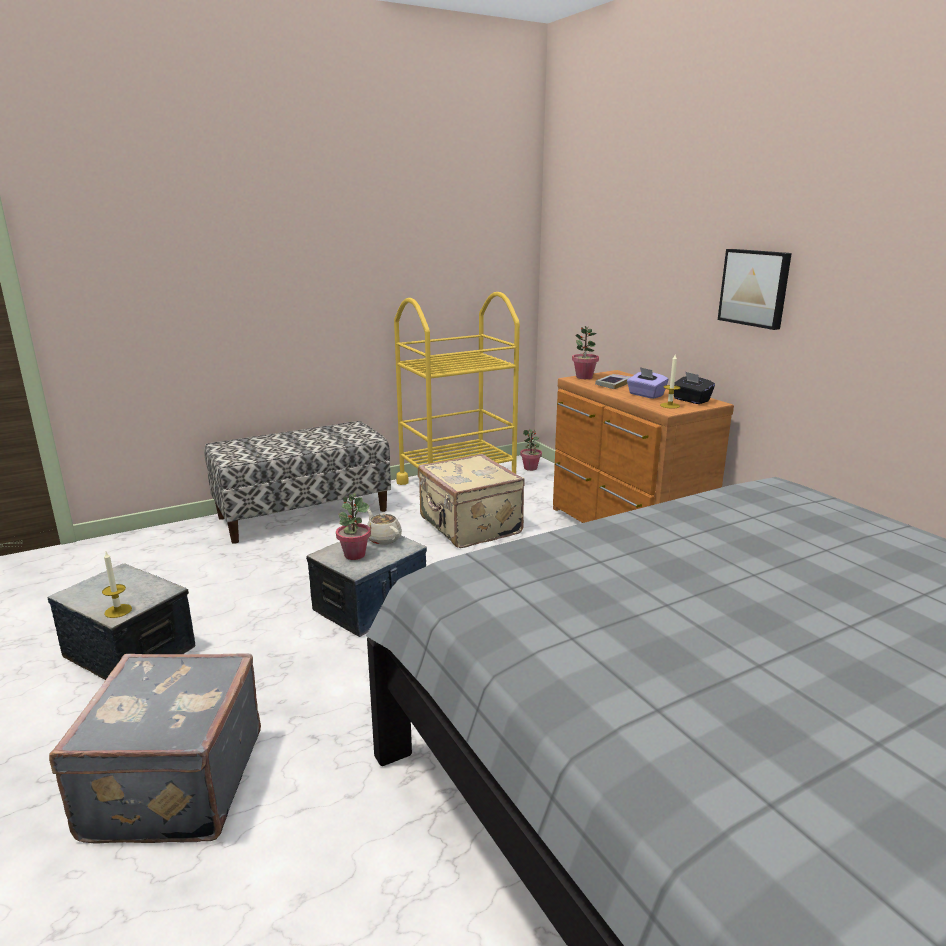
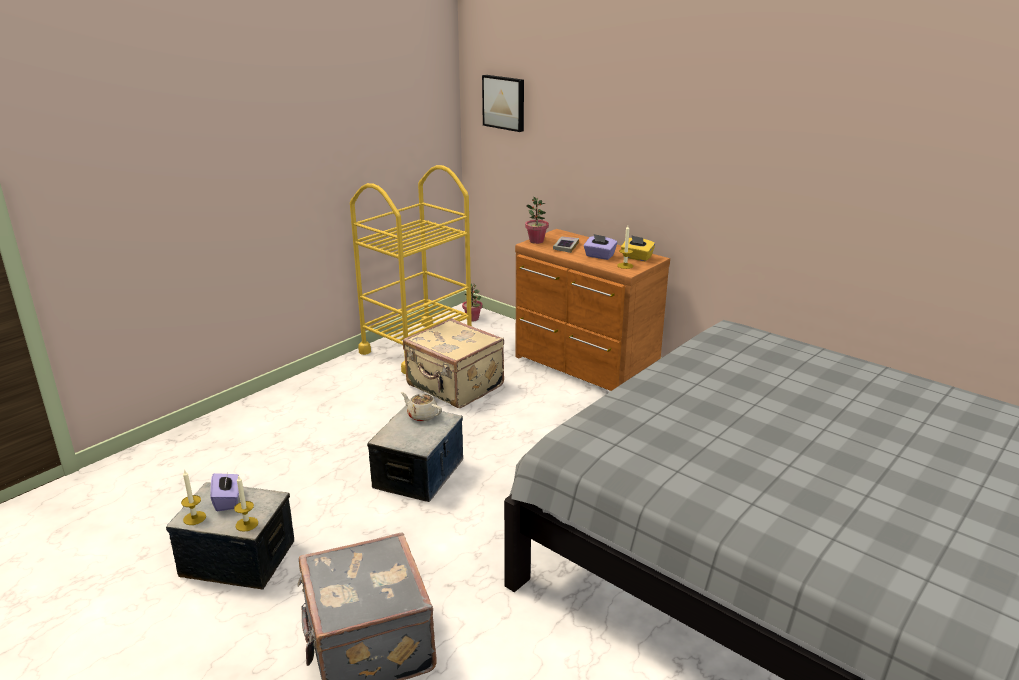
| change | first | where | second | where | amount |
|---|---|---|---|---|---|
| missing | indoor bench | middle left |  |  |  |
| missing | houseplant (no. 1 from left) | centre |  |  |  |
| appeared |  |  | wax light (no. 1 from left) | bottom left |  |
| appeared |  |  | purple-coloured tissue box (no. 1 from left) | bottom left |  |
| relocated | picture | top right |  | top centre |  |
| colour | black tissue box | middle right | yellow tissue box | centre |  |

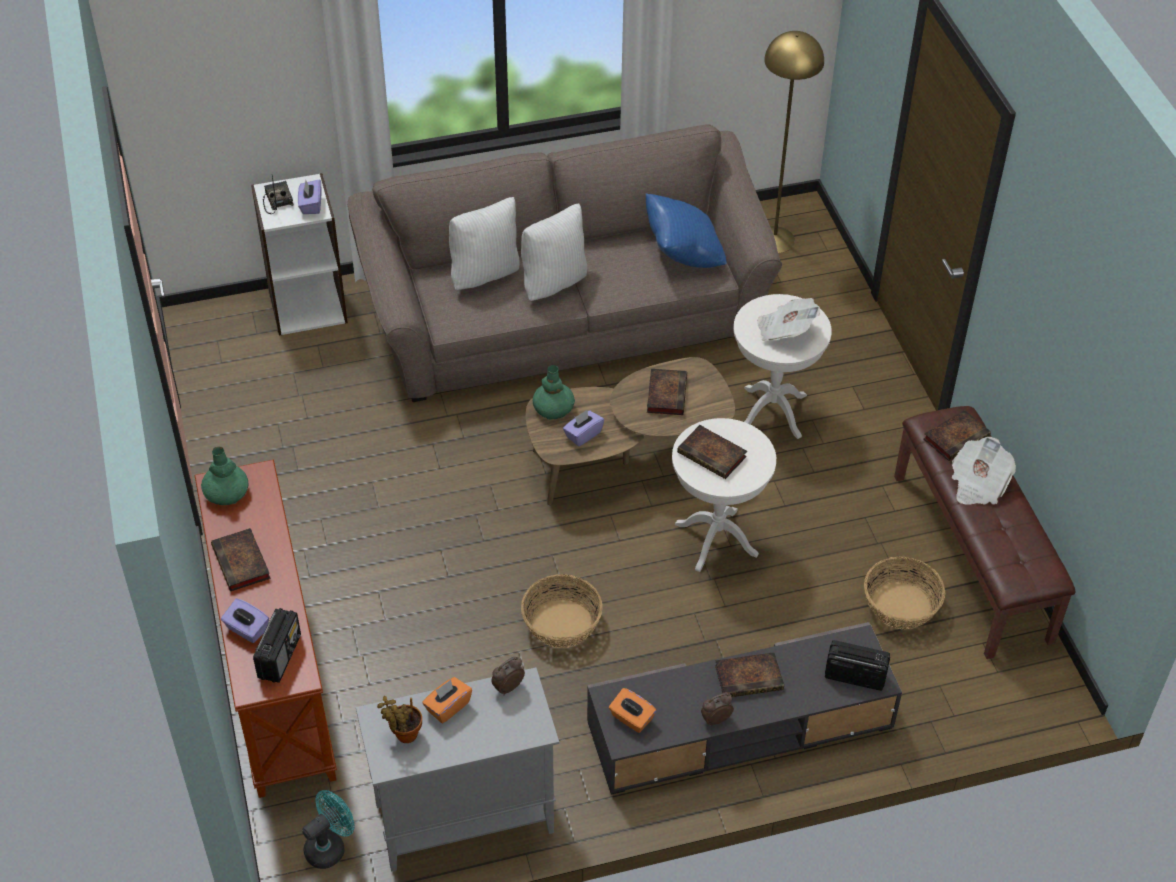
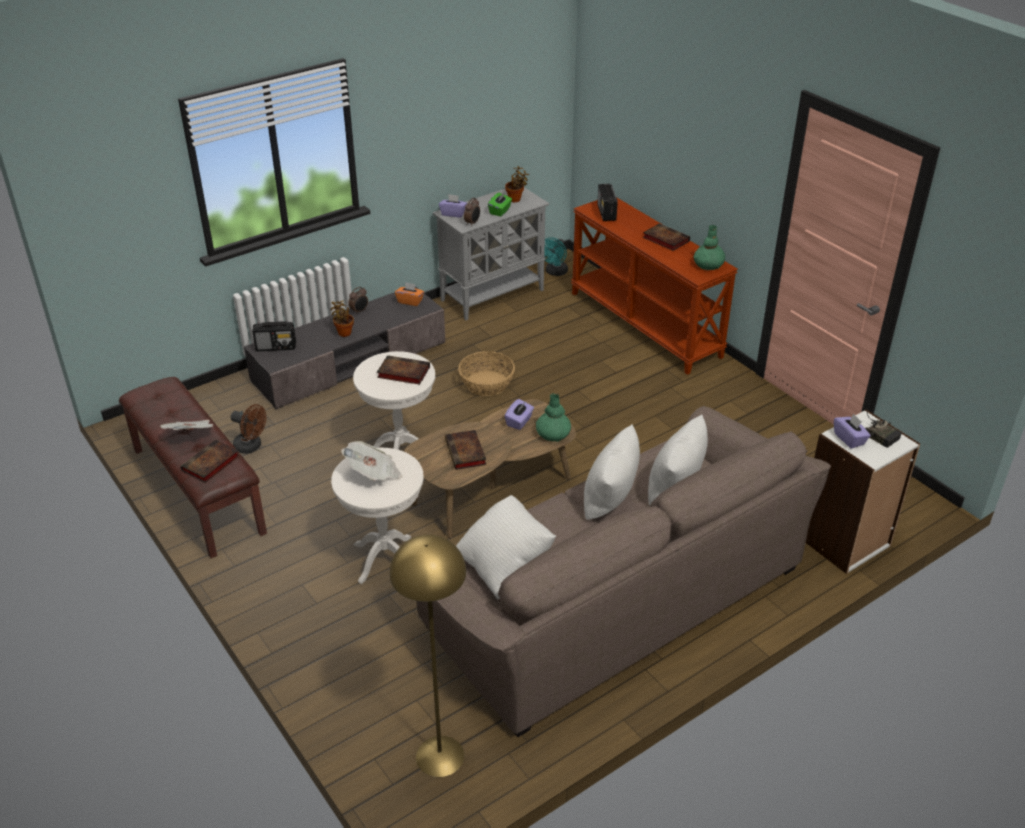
| change | first | where | second | where | amount |
|---|---|---|---|---|---|
| relocated | purple-coloured tissue box (no. 1 from left) | bottom left |  | top centre |  |
| exchanged | volume (no. 4 from left) | bottom centre | houseplant (no. 1 from left) | centre |  |
| exchanged | household basket (no. 2 from left) | bottom right | brown fan | middle left |  |
| colour | orange tissue box (no. 1 from left) | bottom centre | green-coloured tissue box | top centre |  |
| colour | blue pillow | top centre | whitish pillow (no. 1 from left) | centre |  |

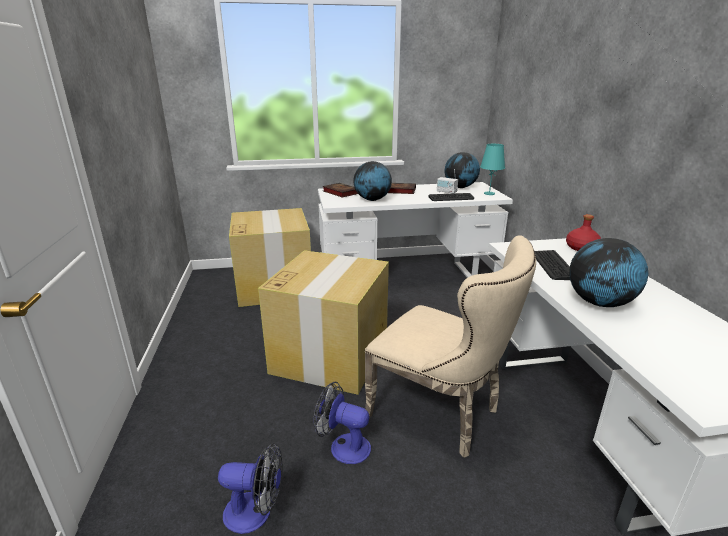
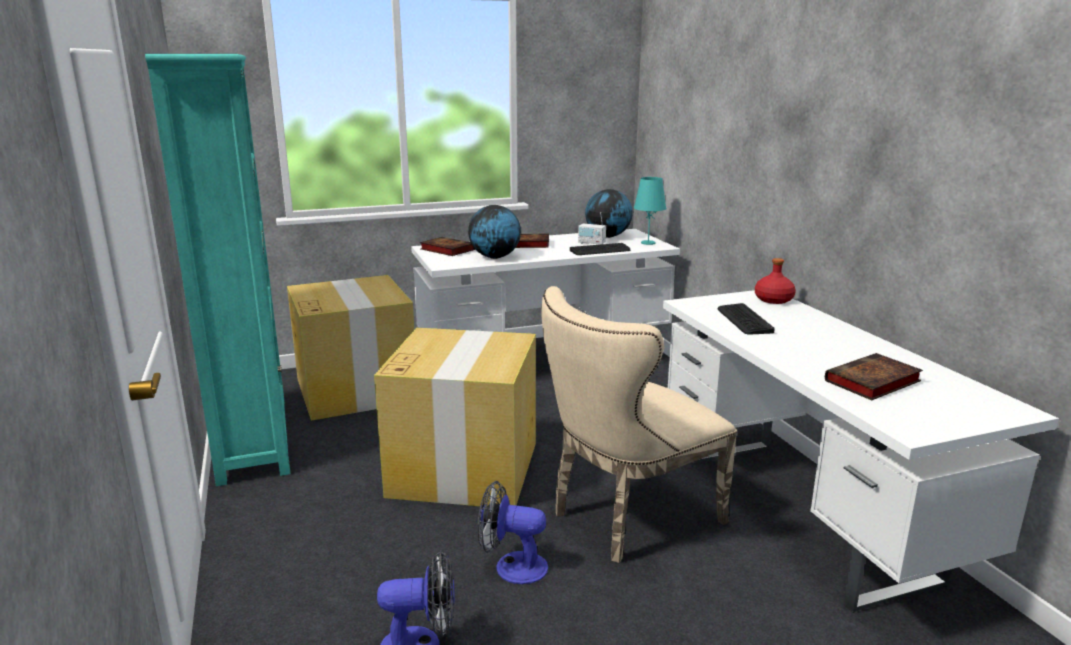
| change | first | where | second | where | amount |
|---|---|---|---|---|---|
| missing | desk globe (no. 3 from left) | middle right |  |  |  |
| appeared |  |  | blue-green bookcase | middle left |  |
| appeared |  |  | volume (no. 3 from left) | middle right |  |
| spun | beige-coloured plain chair | centre |  | centre | 120 degrees clockwise |

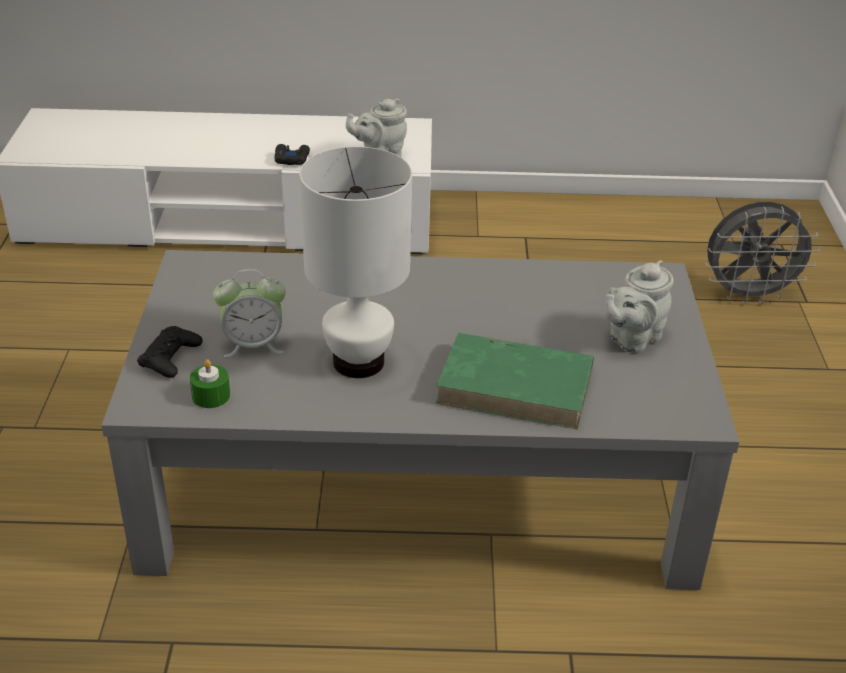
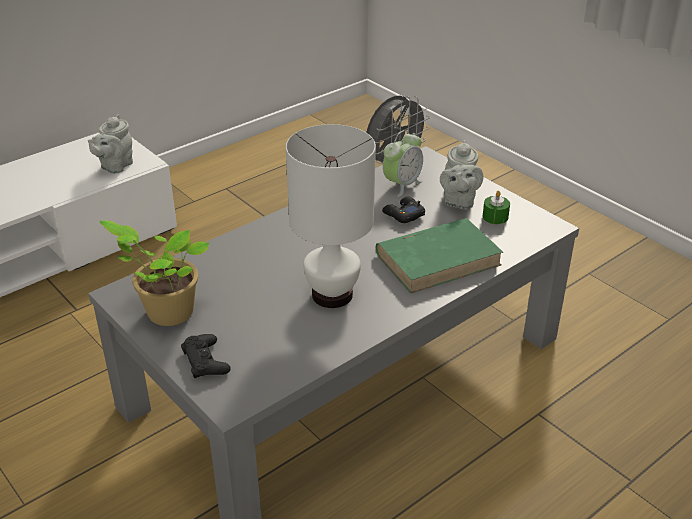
| change | first | where | second | where | amount |
|---|---|---|---|---|---|
| appeared |  |  | houseplant | middle left |  |
| relocated | green-coloured wax light | middle left |  | middle right |  |
| relocated | table clock | middle left |  | top centre |  |
| relocated | black gamepad (no. 2 from left) | top centre |  | centre |  |

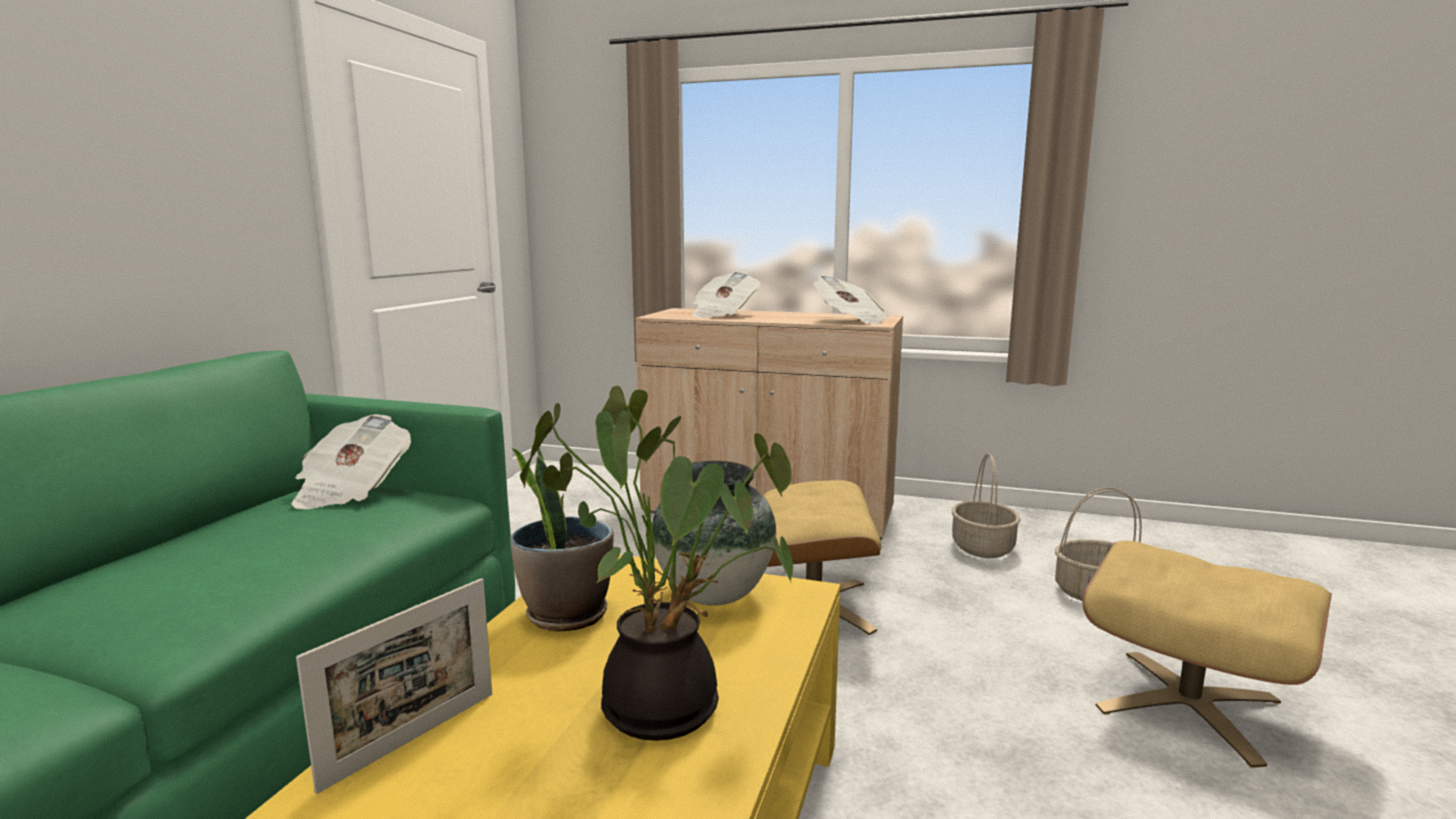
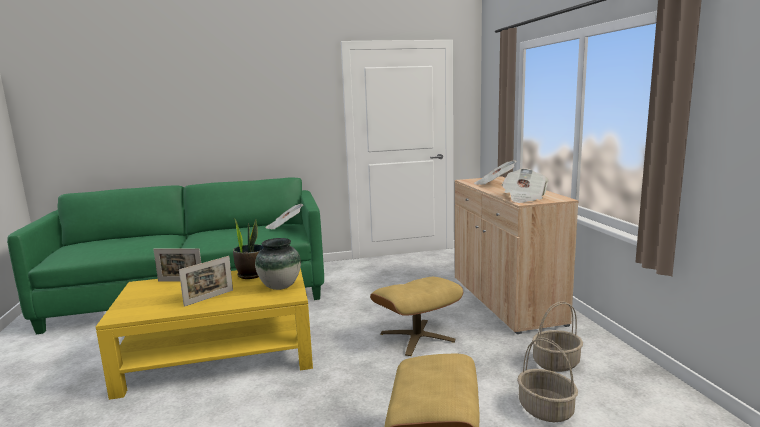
| change | first | where | second | where | amount |
|---|---|---|---|---|---|
| exchanged | houseplant (no. 2 from left) | bottom centre | picture frame (no. 2 from left) | middle left |  |

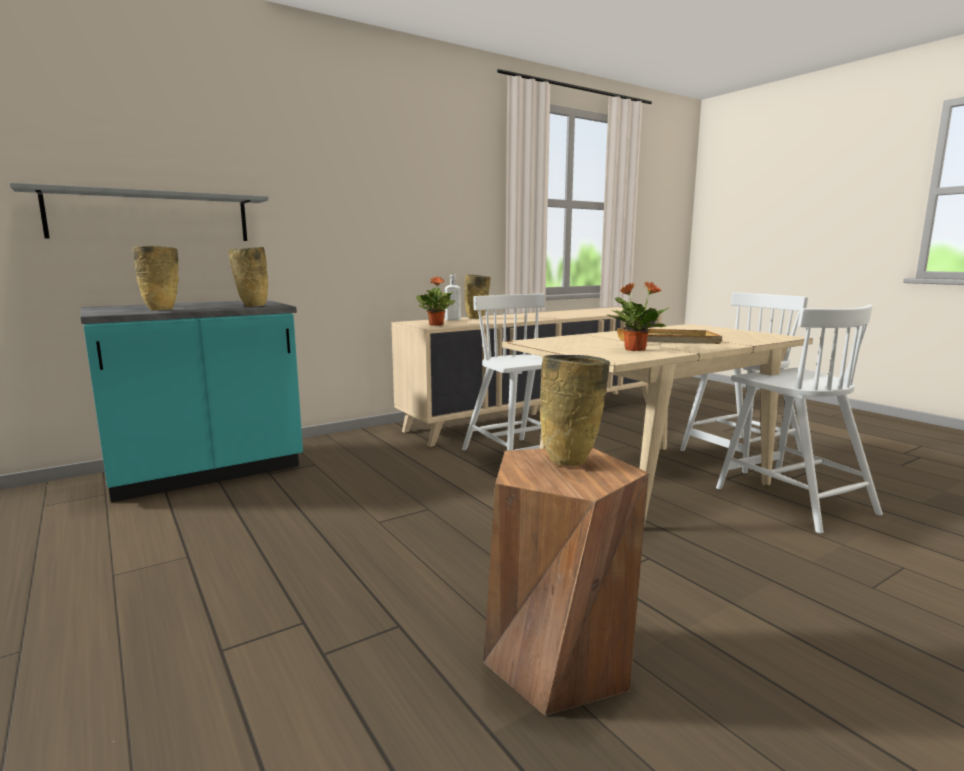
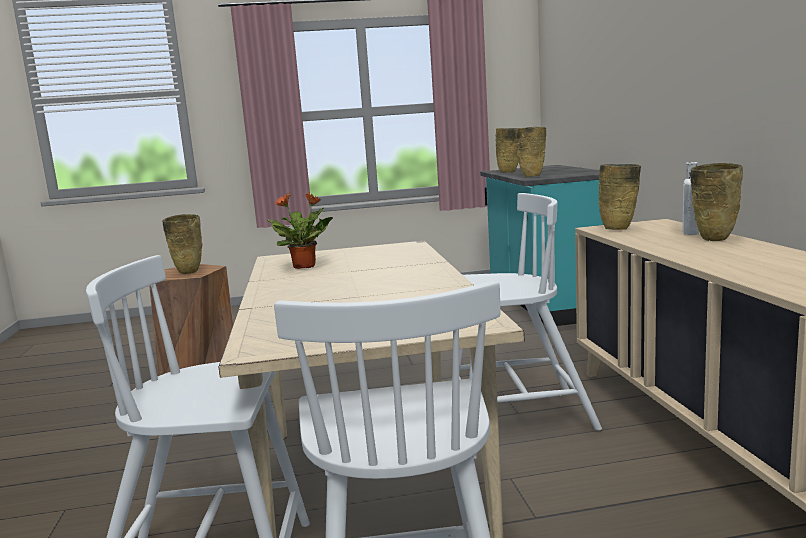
| change | first | where | second | where | amount |
|---|---|---|---|---|---|
| missing | grey wall shelf | top left |  |  |  |
| missing | beige-coloured tray | middle right |  |  |  |
| exchanged | houseplant (no. 1 from left) | centre | beige-coloured decorative vase (no. 4 from left) | middle right |  |

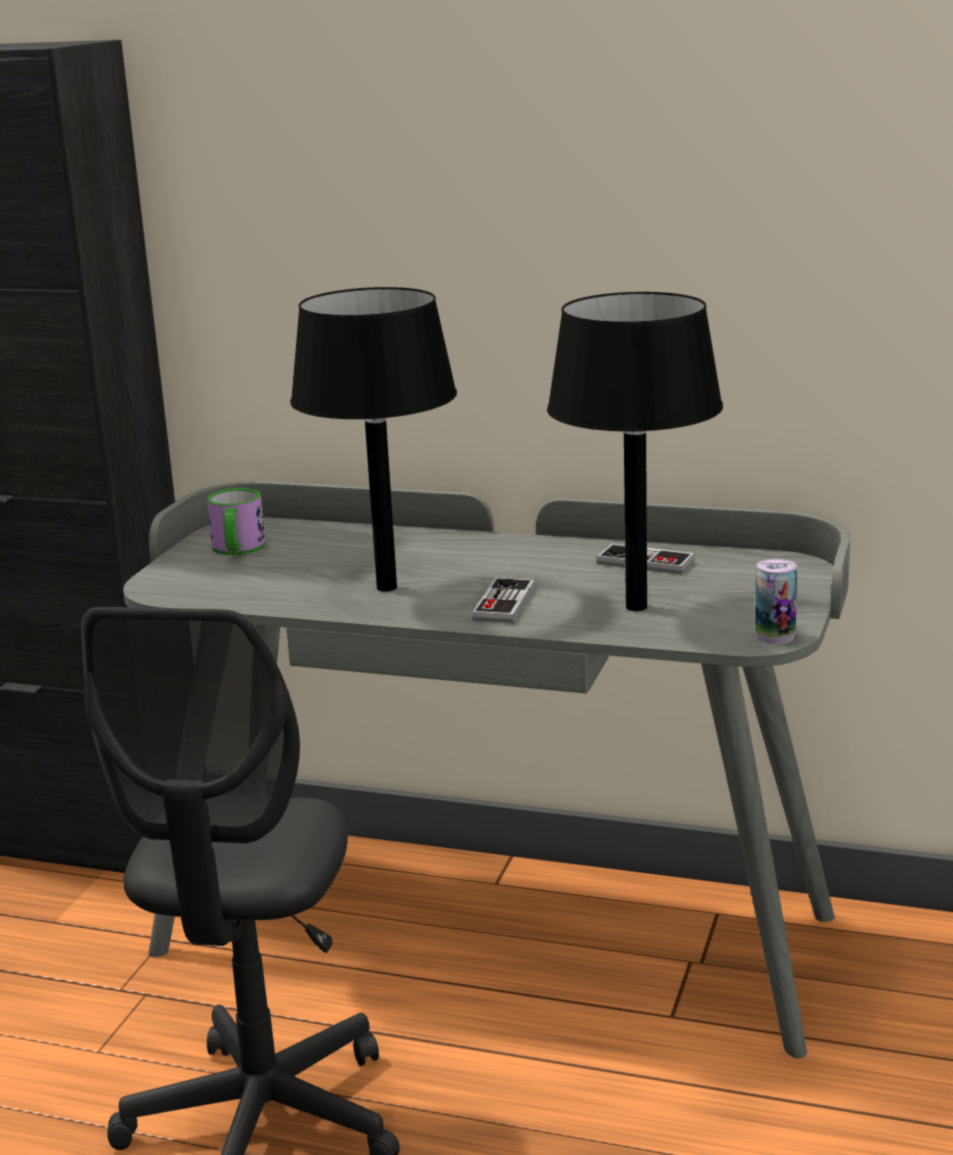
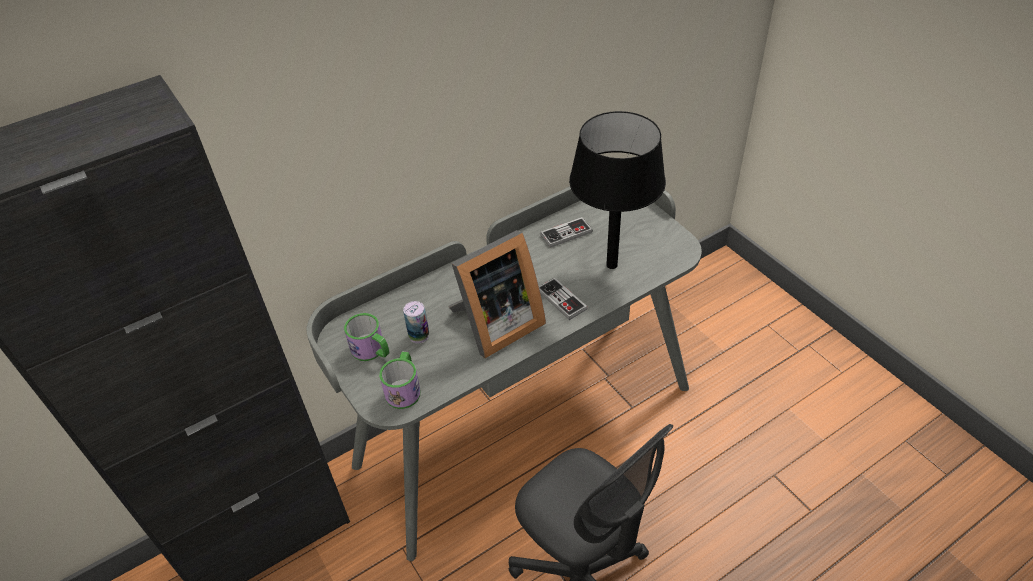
| change | first | where | second | where | amount |
|---|---|---|---|---|---|
| appeared |  |  | mug (no. 2 from left) | centre |  |
| relocated | can | middle right |  | centre |  |
| exchanged | black table lamp (no. 1 from left) | centre | picture frame | centre |  |

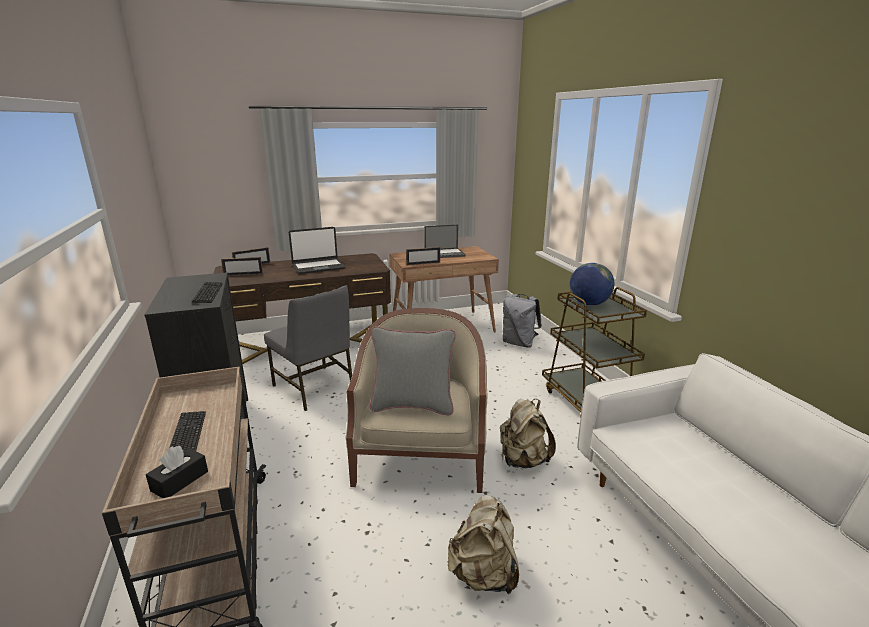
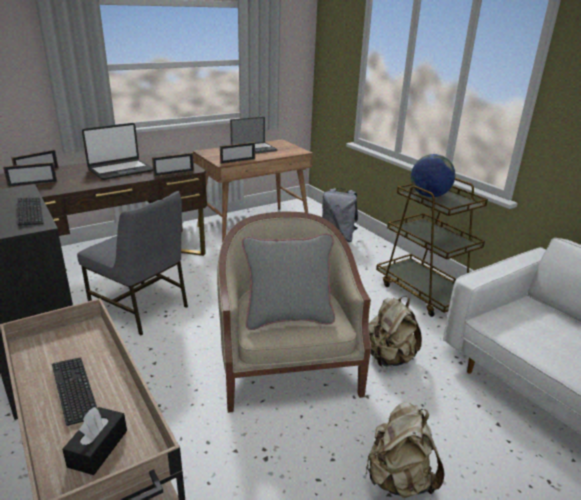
| change | first | where | second | where | amount |
|---|---|---|---|---|---|
| appeared |  |  | picture frame (no. 3 from left) | top left |  |

